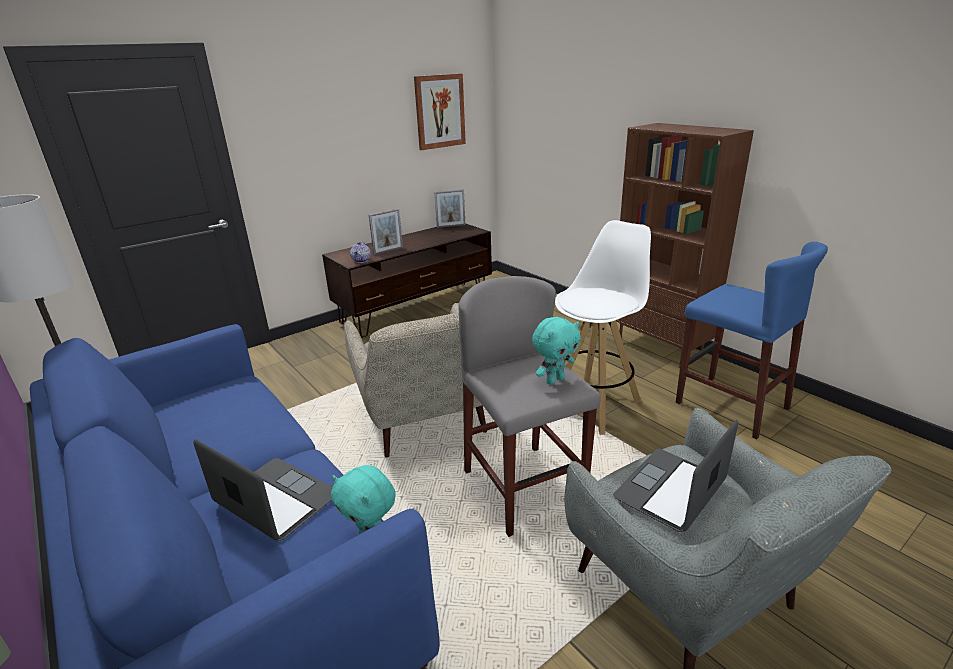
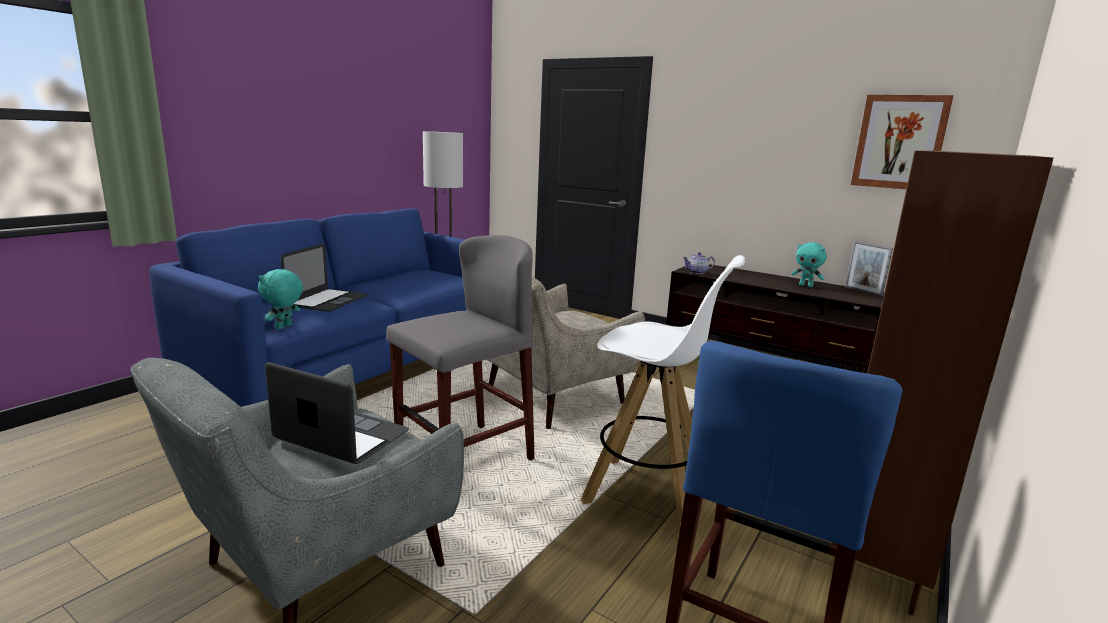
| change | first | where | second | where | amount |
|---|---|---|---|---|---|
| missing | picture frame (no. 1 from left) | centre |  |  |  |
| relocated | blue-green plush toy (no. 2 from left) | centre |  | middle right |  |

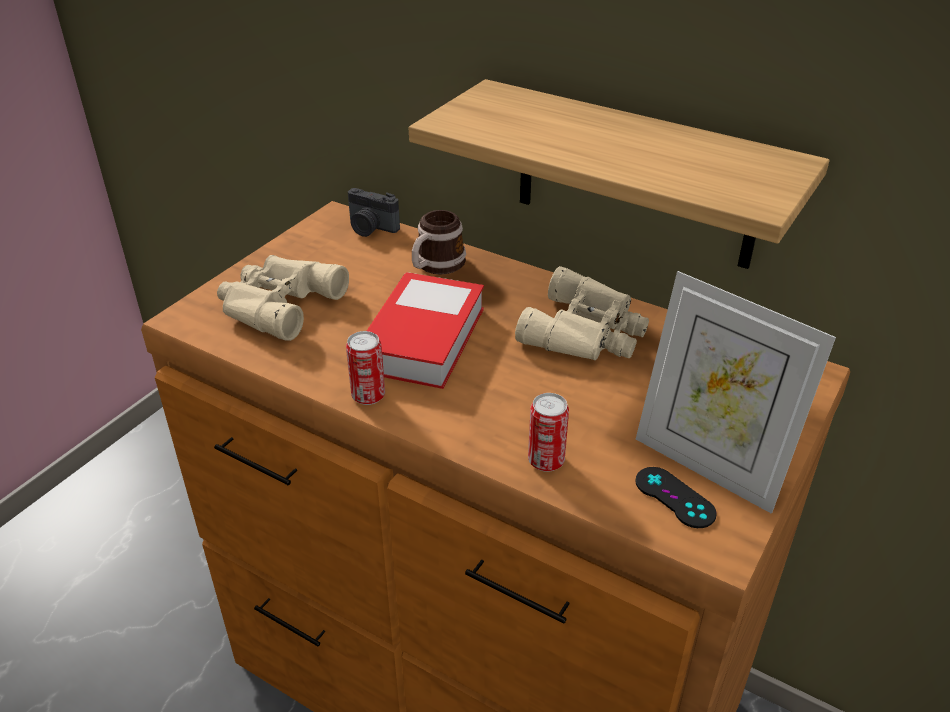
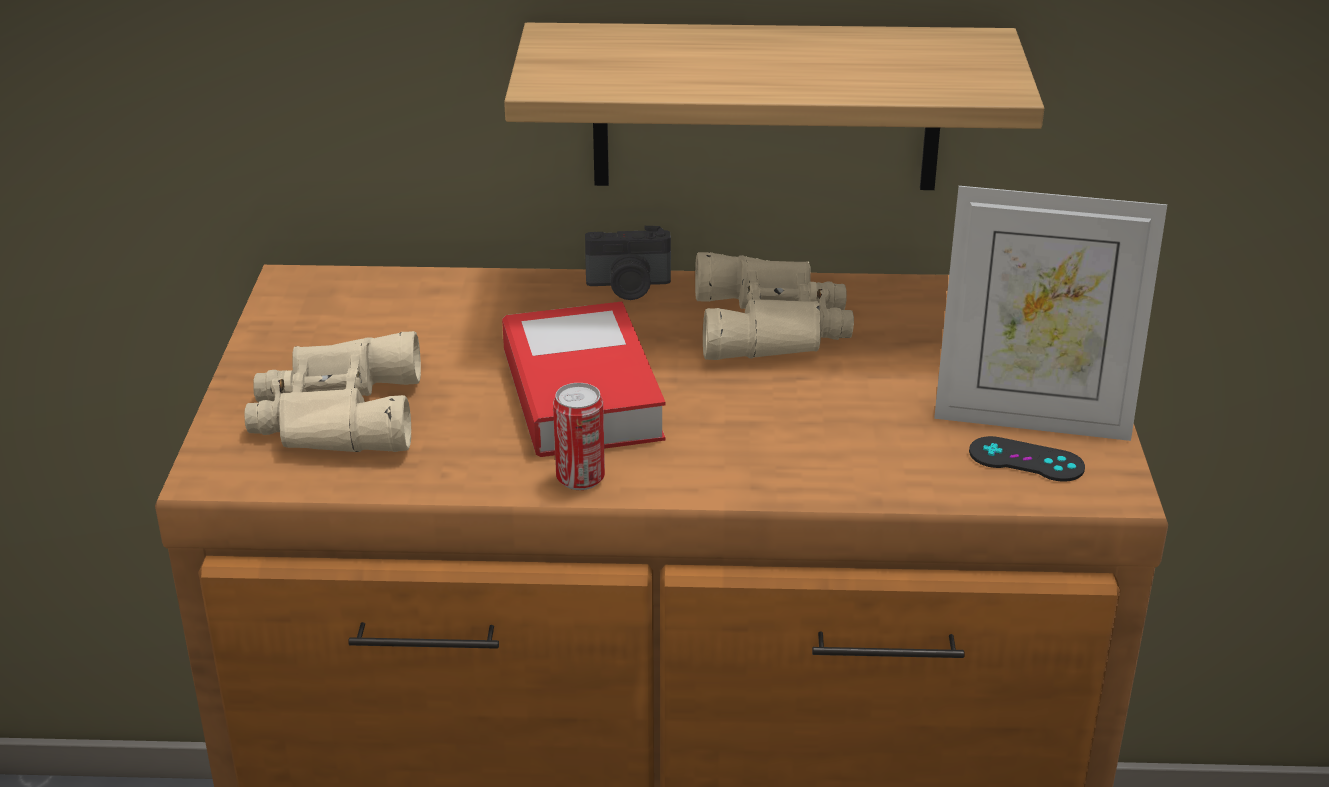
| change | first | where | second | where | amount |
|---|---|---|---|---|---|
| missing | mug | centre |  |  |  |
| missing | can (no. 2 from left) | centre |  |  |  |
| relocated | photo camera | top centre |  | centre |  |

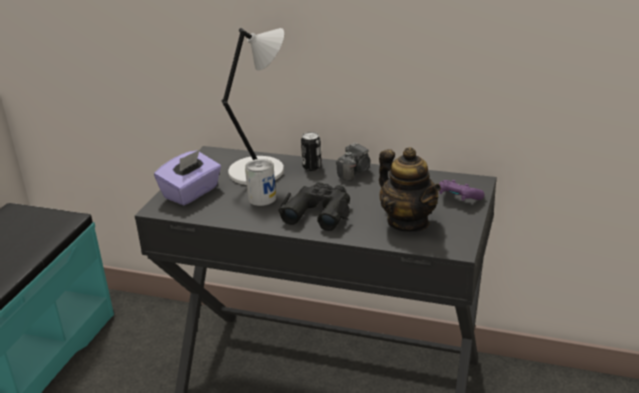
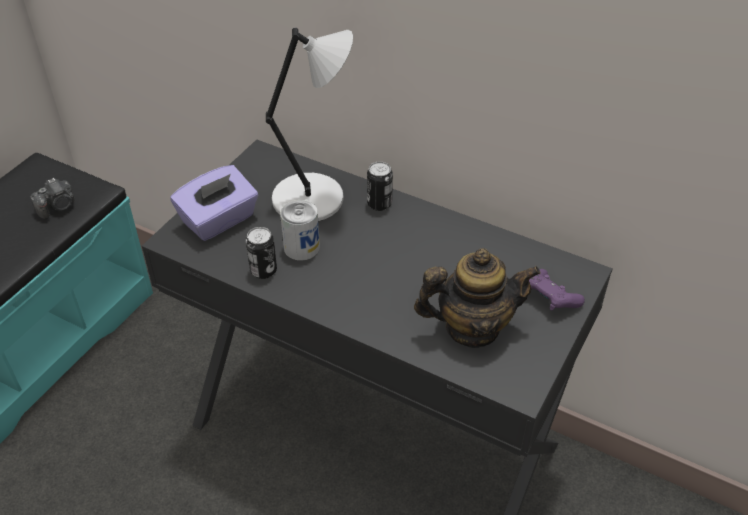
| change | first | where | second | where | amount |
|---|---|---|---|---|---|
| missing | black pair of binoculars | centre |  |  |  |
| appeared |  |  | can (no. 1 from left) | centre |  |
| relocated | photo camera | centre |  | middle left |  |
| spun | teapot | centre |  | centre | 75 degrees counterclockwise |

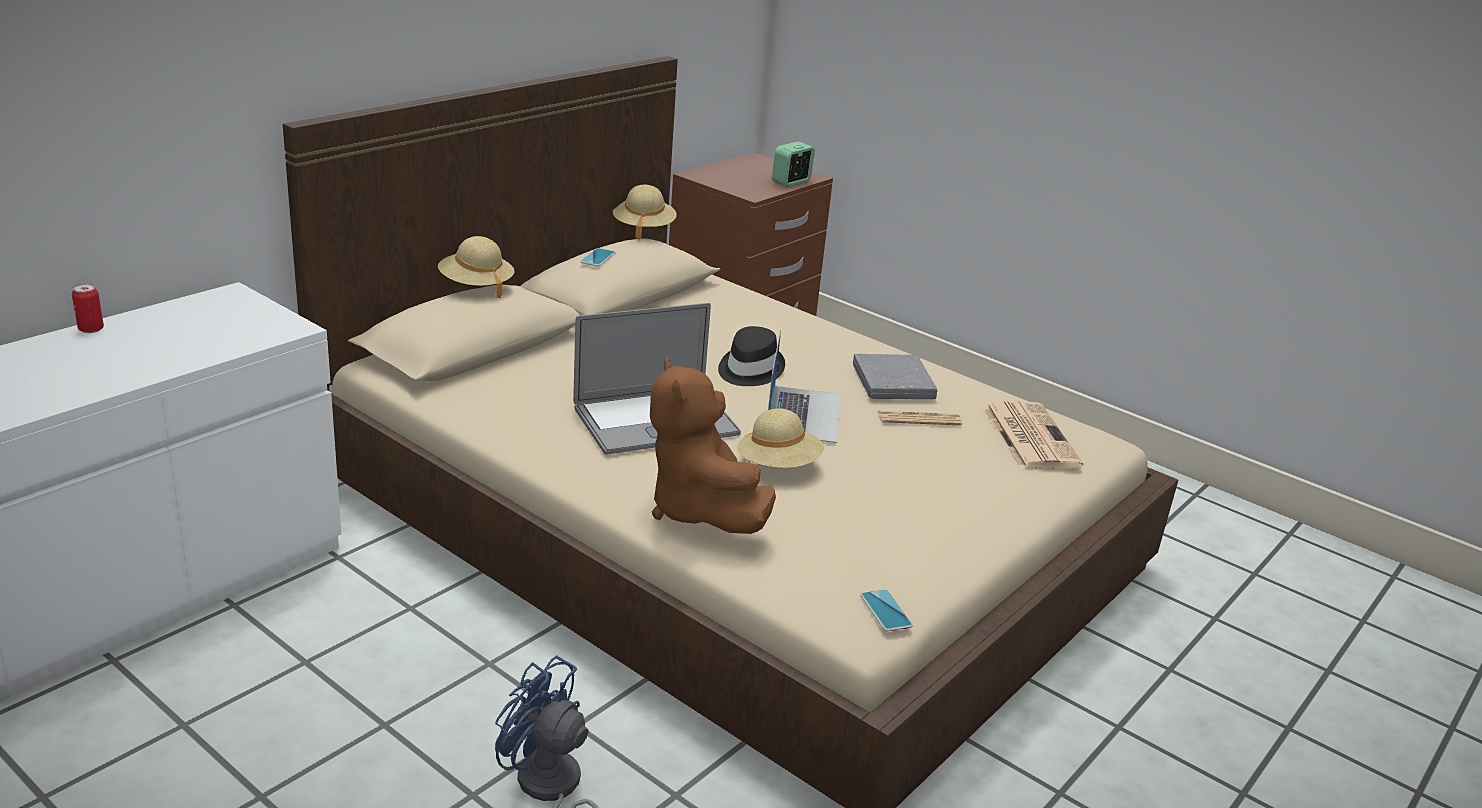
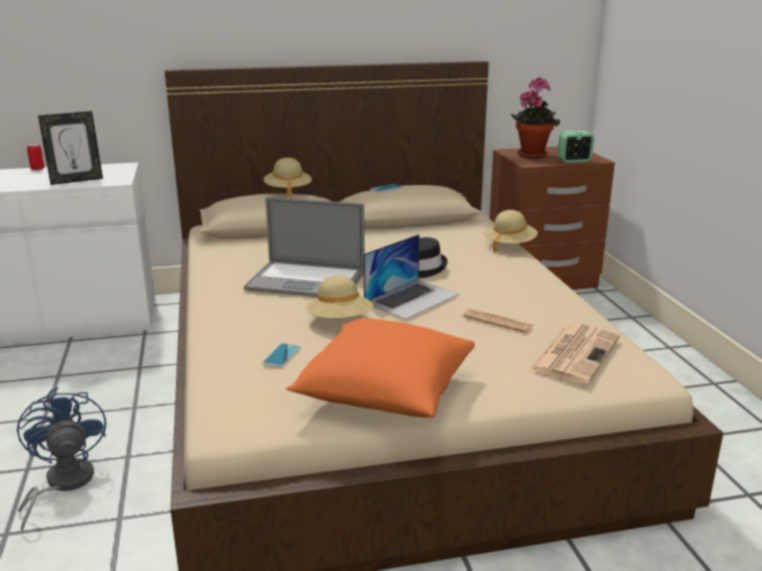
| change | first | where | second | where | amount |
|---|---|---|---|---|---|
| missing | brown plush toy | centre |  |  |  |
| missing | grey volume | centre |  |  |  |
| appeared |  |  | picture frame | top left |  |
| appeared |  |  | orange pillow | centre |  |
| appeared |  |  | houseplant | top right |  |
| relocated | beige-coloured hat (no. 2 from left in the first image) | top centre | beige-coloured hat (no. 3 from left) | middle right |  |
| relocated | telephone (no. 2 from left in the first image) | bottom centre | telephone (no. 1 from left) | centre |  |

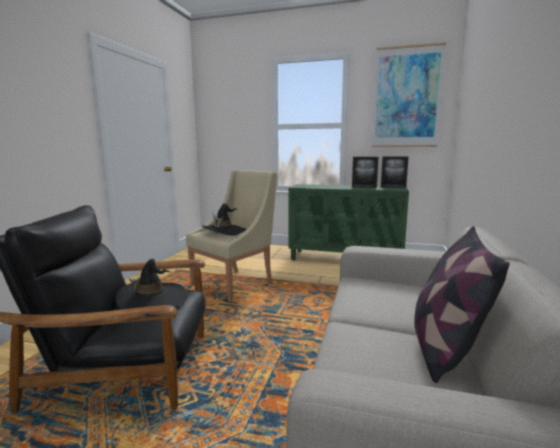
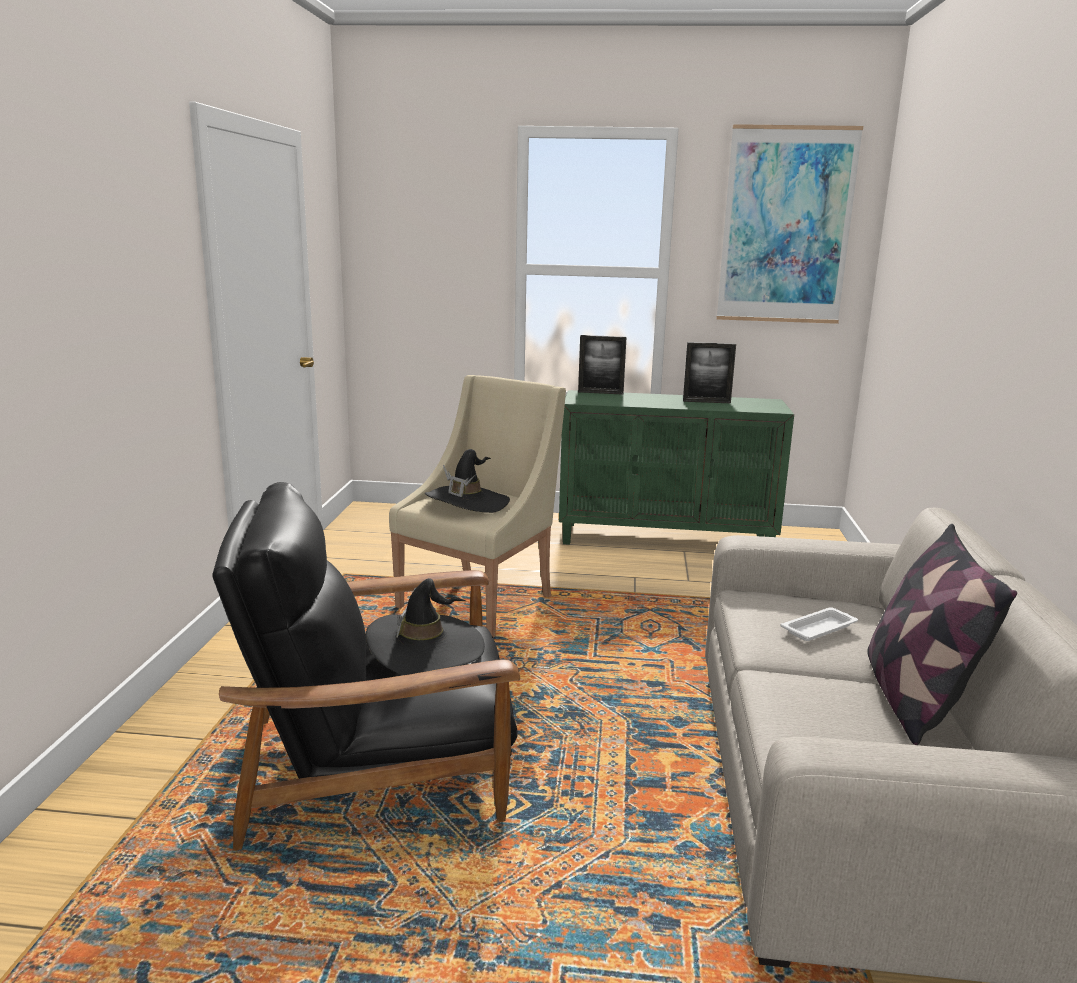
| change | first | where | second | where | amount |
|---|---|---|---|---|---|
| appeared |  |  | whitish tray | middle right |  |
| relocated | picture frame (no. 2 from left in the first image) | middle right | picture frame (no. 1 from left) | centre |  |

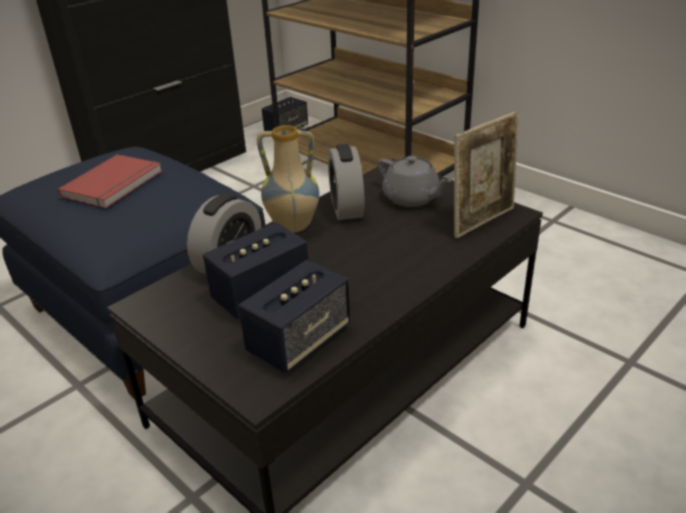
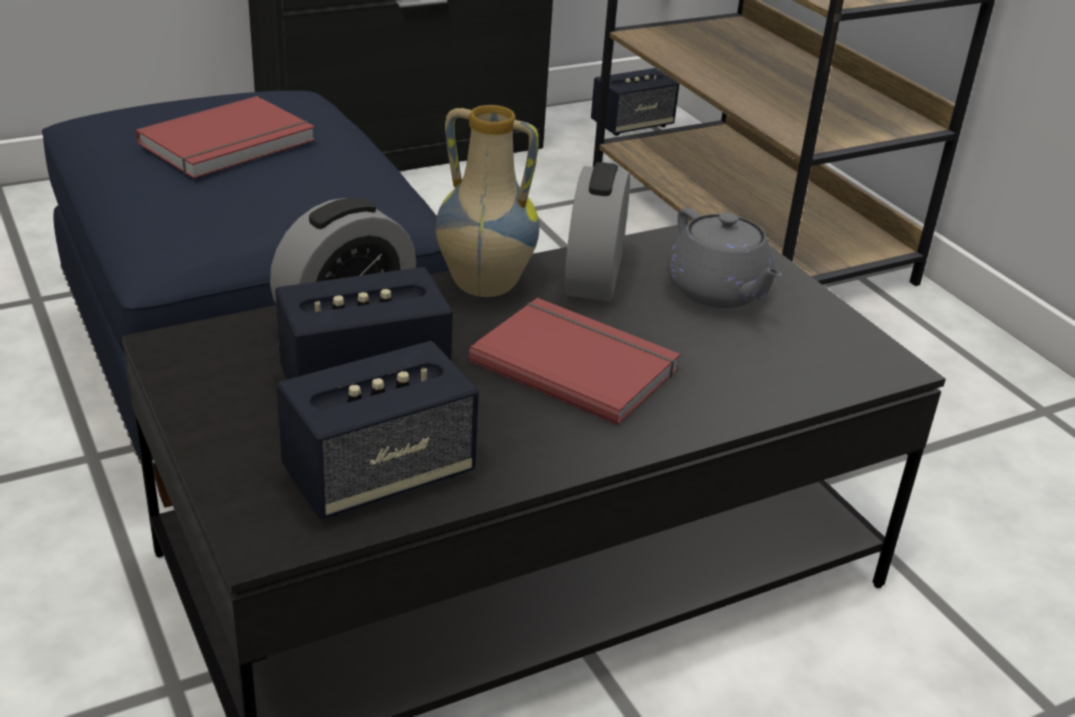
| change | first | where | second | where | amount |
|---|---|---|---|---|---|
| missing | picture frame | middle right |  |  |  |
| appeared |  |  | red-coloured volume (no. 2 from left) | centre |  |

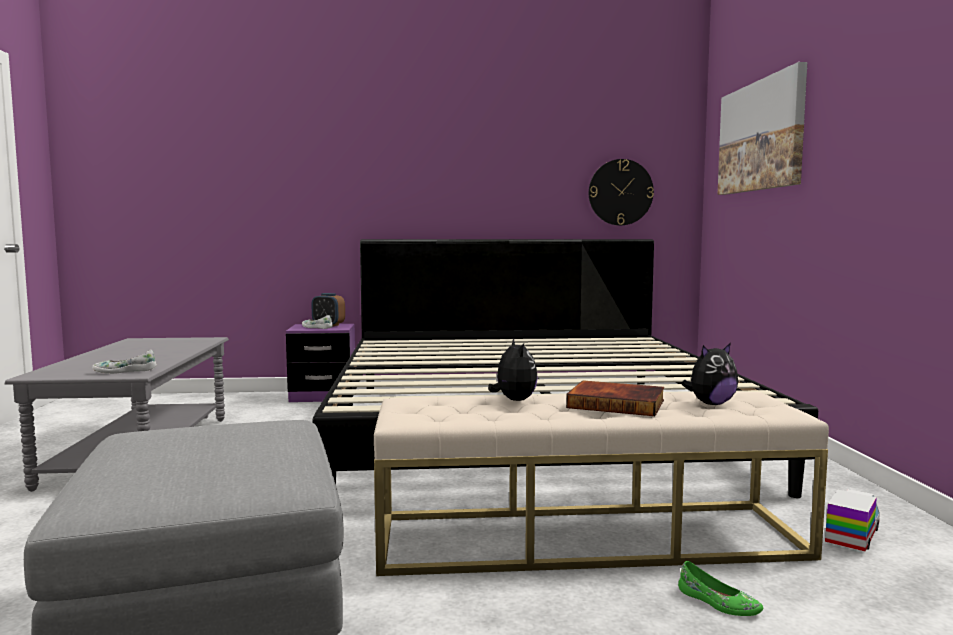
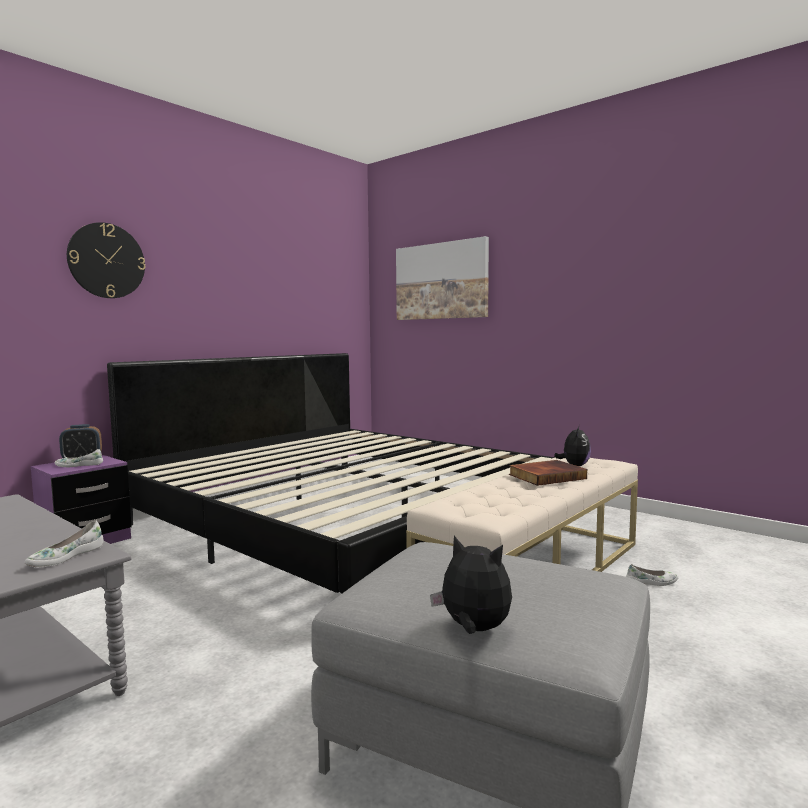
| change | first | where | second | where | amount |
|---|---|---|---|---|---|
| missing | toy lorry | bottom right |  |  |  |
| relocated | plush toy (no. 1 from left) | centre |  | bottom centre |  |
| relocated | clock on the wall | top centre |  | top left |  |
| colour | green-coloured low shoe | bottom right | whitish low shoe (no. 3 from left) | bottom right |  |

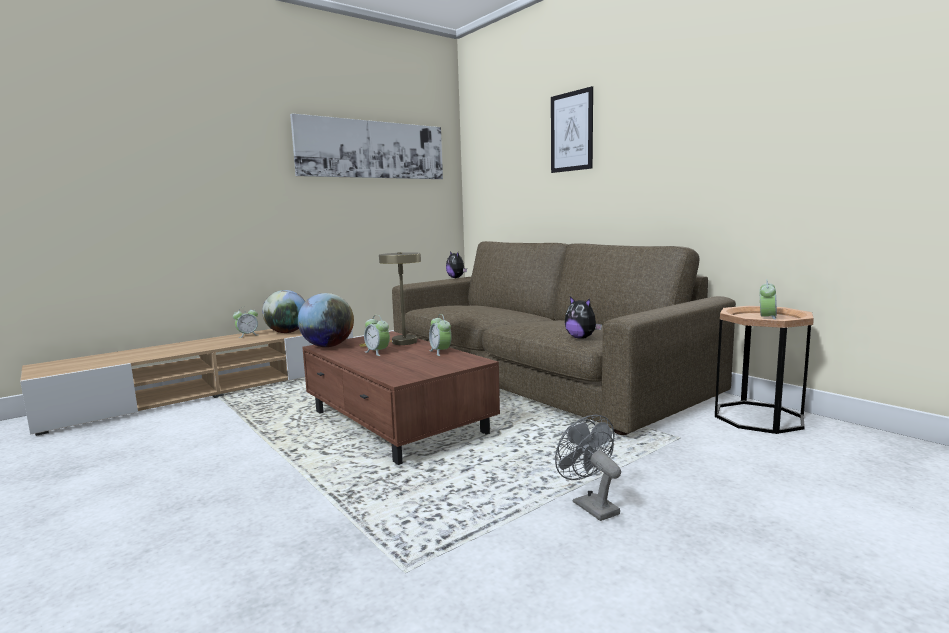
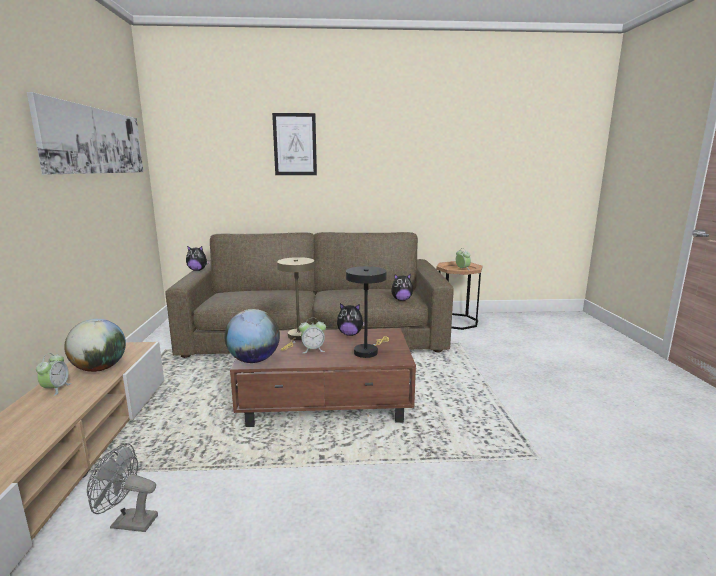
| change | first | where | second | where | amount |
|---|---|---|---|---|---|
| appeared |  |  | black table lamp | centre |  |
| relocated | grey fan | bottom centre |  | bottom left |  |
| exchanged | table clock (no. 3 from left) | centre | plush toy (no. 2 from left) | centre |  |

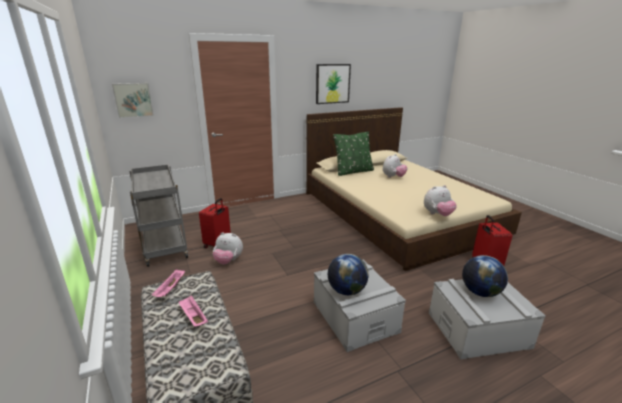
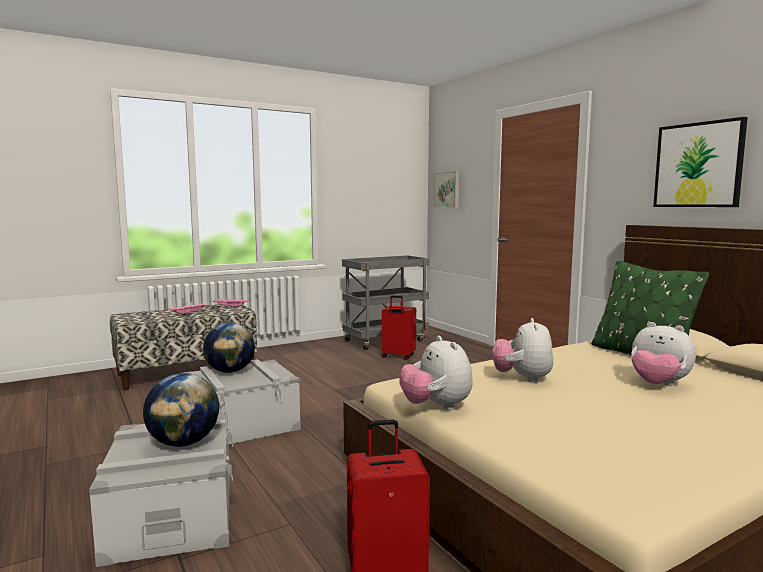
| change | first | where | second | where | amount |
|---|---|---|---|---|---|
| relocated | plush toy (no. 1 from left in the first image) | centre | plush toy (no. 2 from left) | middle right |  |

